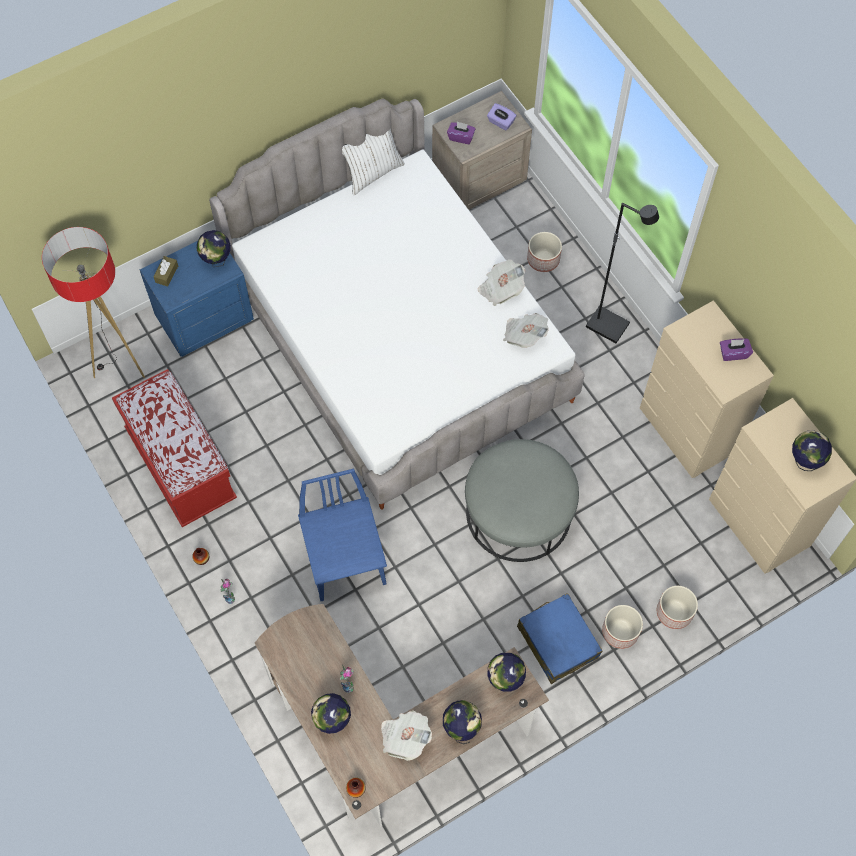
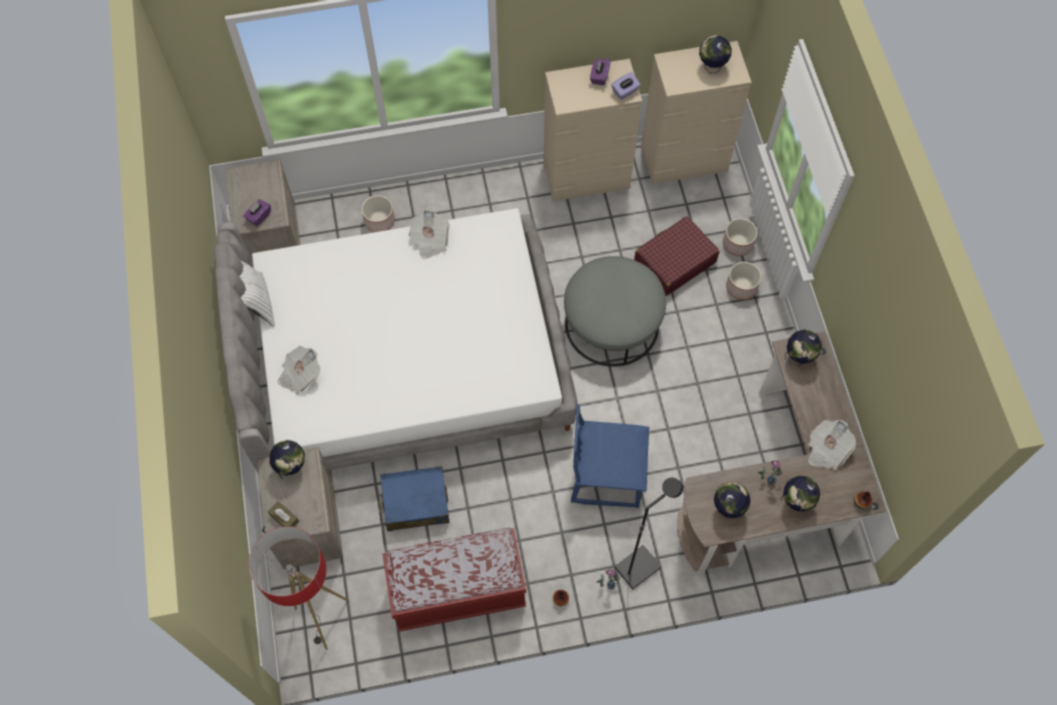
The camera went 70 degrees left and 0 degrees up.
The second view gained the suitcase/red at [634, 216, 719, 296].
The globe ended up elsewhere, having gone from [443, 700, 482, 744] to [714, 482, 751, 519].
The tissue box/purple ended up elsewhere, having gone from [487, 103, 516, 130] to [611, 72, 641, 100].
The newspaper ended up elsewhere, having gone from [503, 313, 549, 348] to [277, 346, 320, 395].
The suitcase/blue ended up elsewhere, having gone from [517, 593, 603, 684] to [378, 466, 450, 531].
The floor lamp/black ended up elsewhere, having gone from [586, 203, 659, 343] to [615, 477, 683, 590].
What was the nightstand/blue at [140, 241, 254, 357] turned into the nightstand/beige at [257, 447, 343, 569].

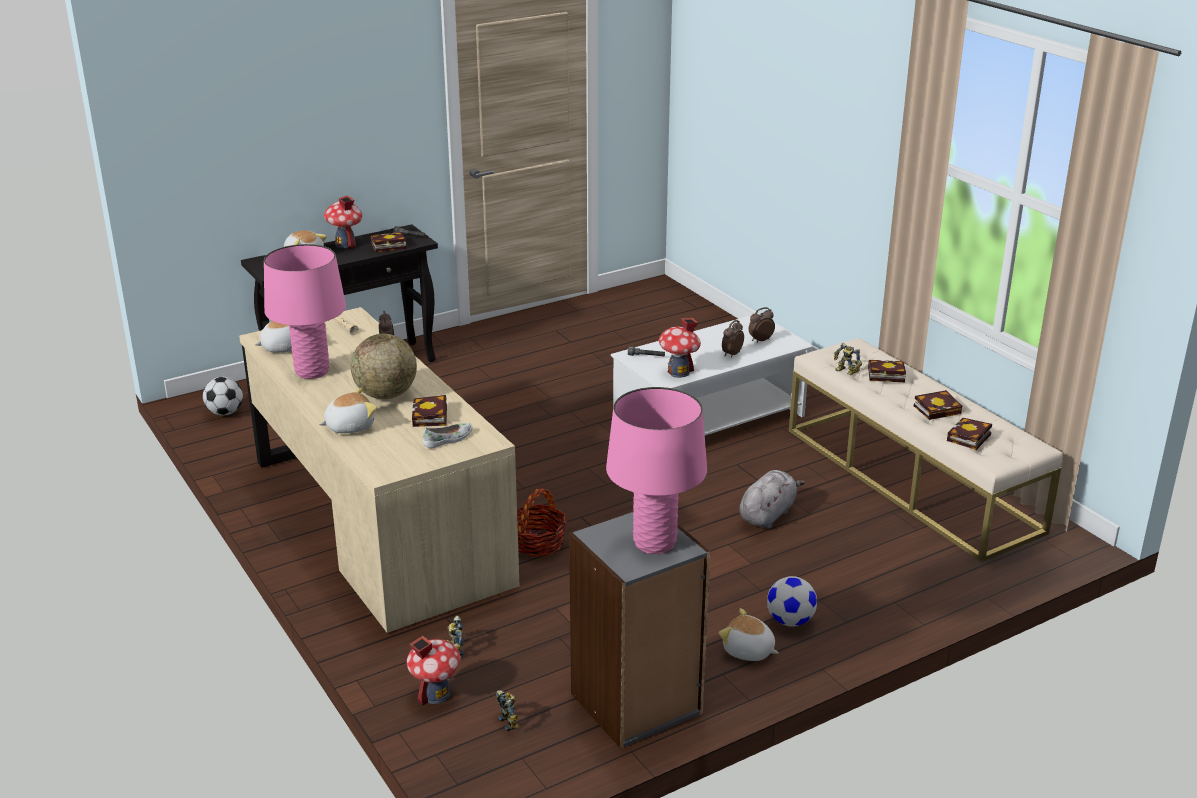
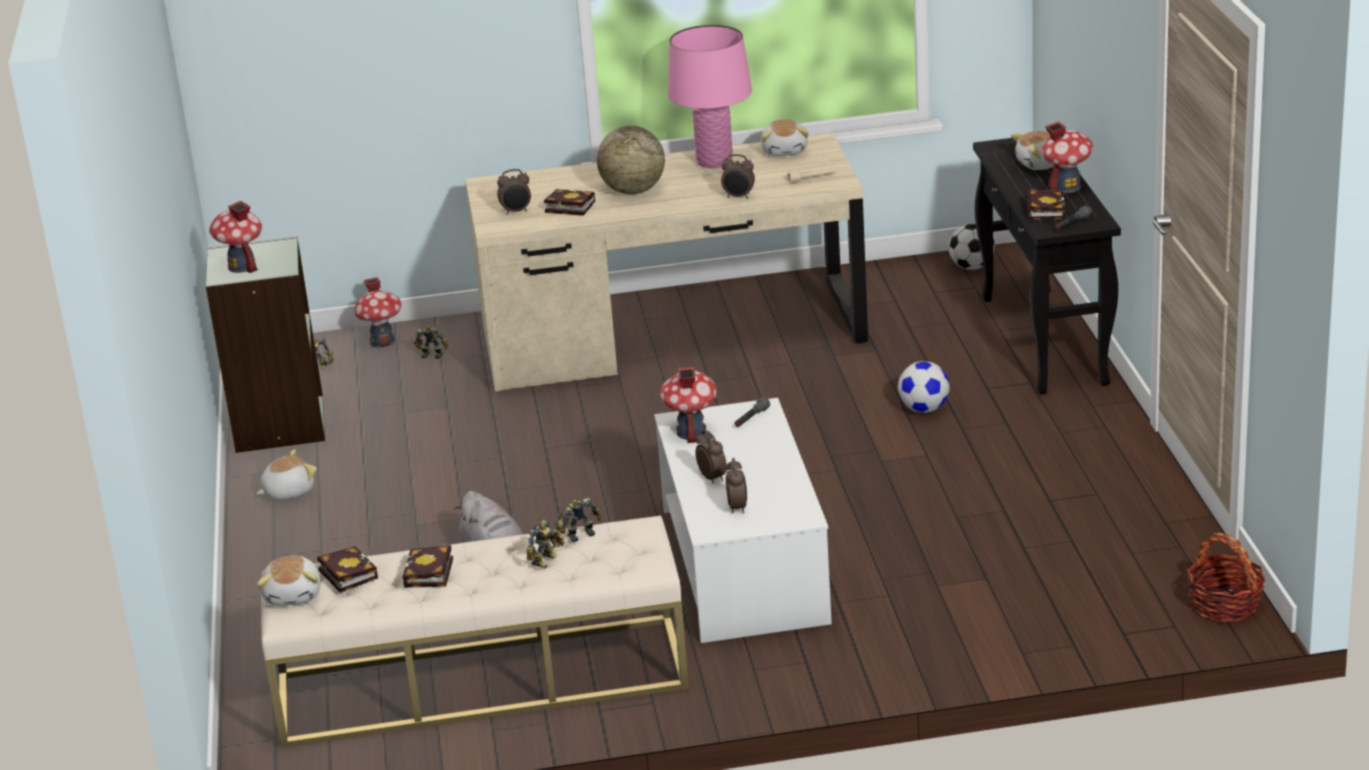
The camera went 115 degrees right and 0 degrees up.
The plush toy ended up elsewhere, having gone from [319, 388, 377, 433] to [257, 556, 321, 606].
The basket ended up elsewhere, having gone from [517, 488, 567, 557] to [1187, 533, 1266, 622].
The football ended up elsewhere, having gone from [767, 576, 817, 627] to [898, 361, 950, 413].
Where the shoe/white stood at [423, 423, 473, 448], the alarm clock came to stand at [497, 169, 531, 215].
Where the table lamp/pink stood at [606, 387, 707, 554], the toy house came to stand at [209, 201, 262, 273].
Where the book stood at [868, 360, 906, 382], the toy robot came to stand at [526, 520, 565, 568].
What was the bookcase/grey at [569, 512, 710, 749] turned into the bookcase/green at [206, 236, 325, 453].

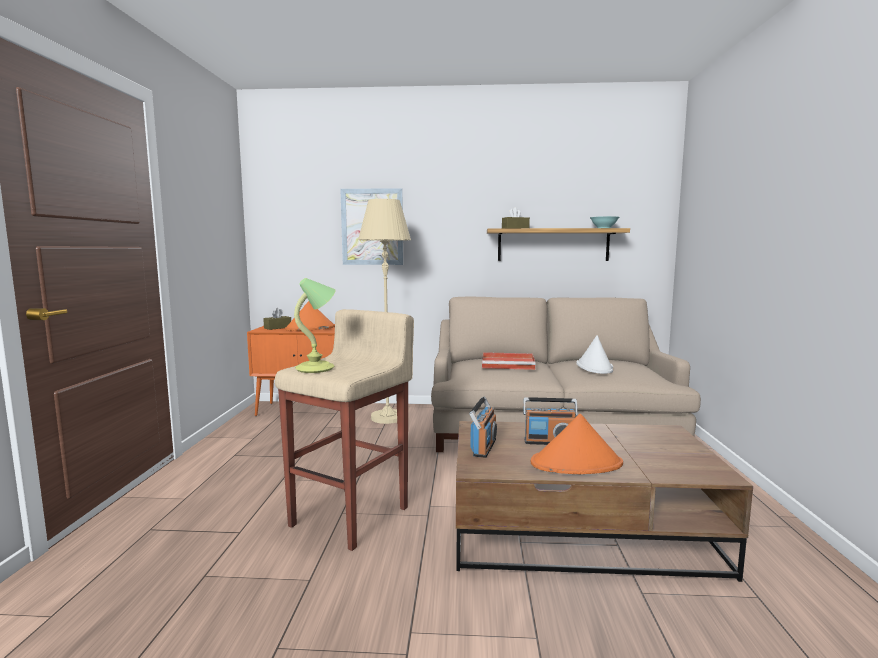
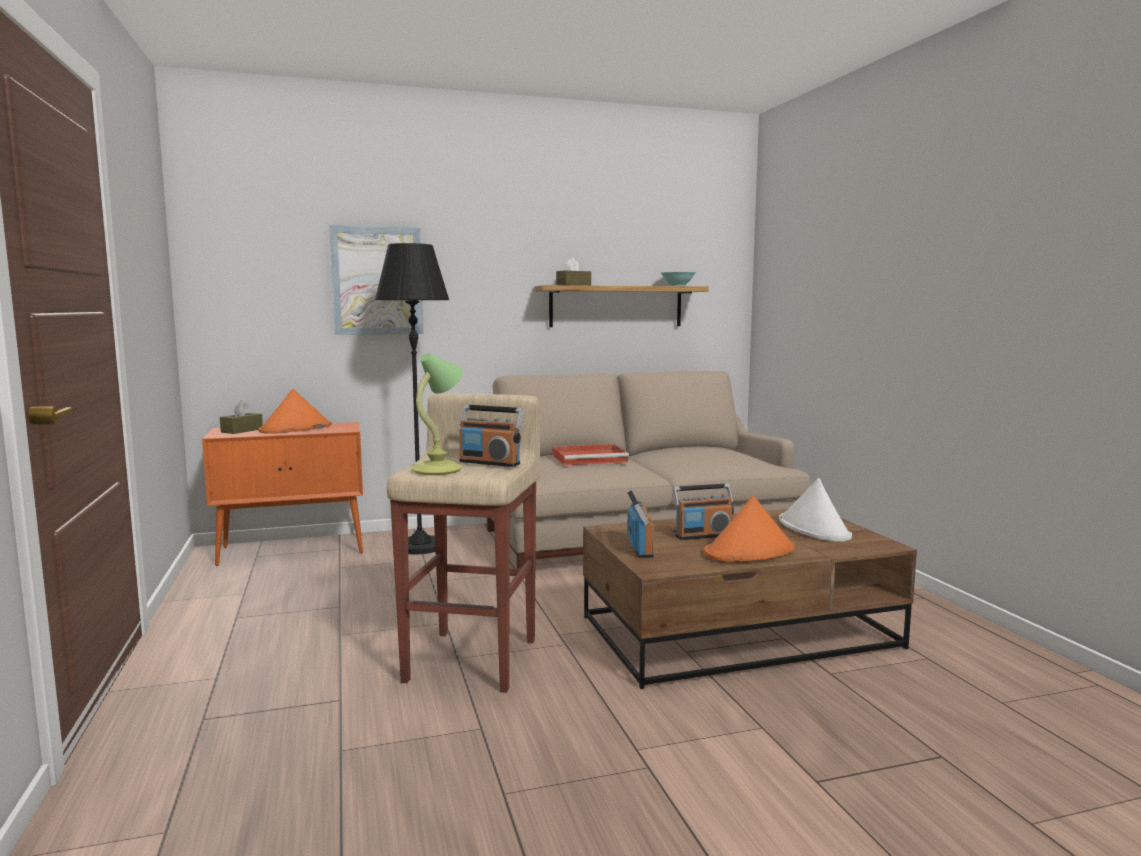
The camera went 20 degrees left and 0 degrees up.
The second view gained the radio at [459, 405, 524, 467].
The hat/white ended up elsewhere, having gone from [576, 335, 613, 374] to [779, 478, 852, 542].
What was the floor lamp/beige at [358, 199, 411, 424] turned into the floor lamp/black at [375, 243, 449, 554].

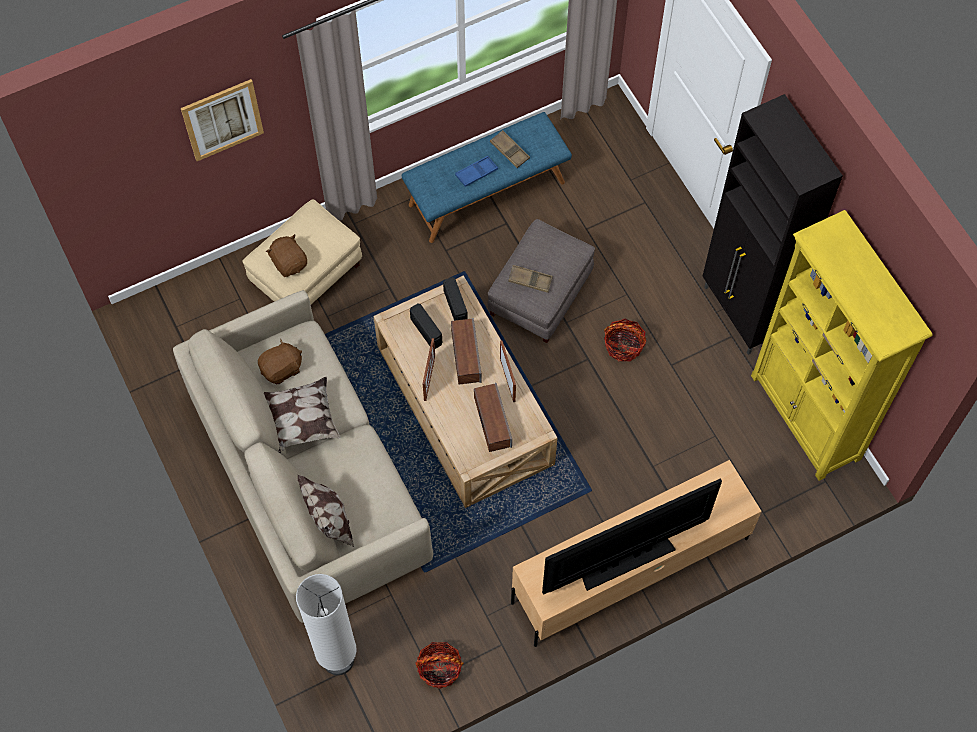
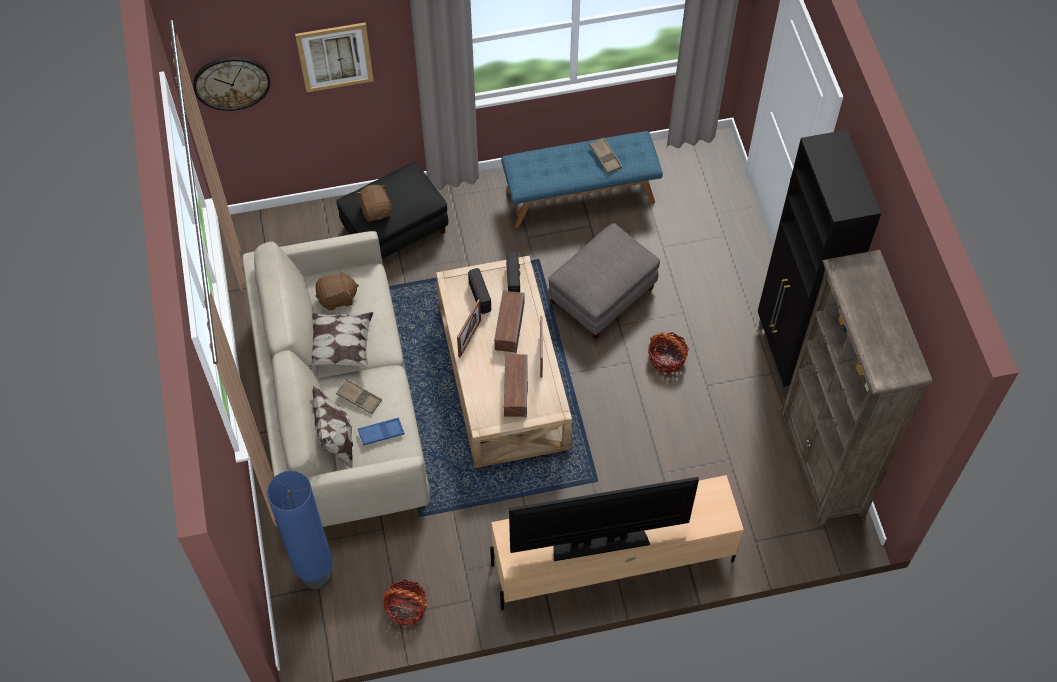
The camera went 15 degrees right and 5 degrees down.
The second view gained the wall clock at [193, 57, 270, 111].
The tray/blue ended up elsewhere, having gone from [455, 156, 498, 187] to [358, 418, 404, 446].
The tray/brown ended up elsewhere, having gone from [508, 265, 553, 293] to [336, 379, 382, 414].
What was the ottoman/beige at [242, 199, 362, 304] turned into the ottoman/black at [336, 162, 448, 259].
What was the floor lamp/white at [296, 574, 357, 675] turned into the floor lamp/blue at [267, 471, 332, 590].
What was the bookcase/yellow at [751, 210, 933, 481] turned into the bookcase/brown at [780, 250, 933, 525].

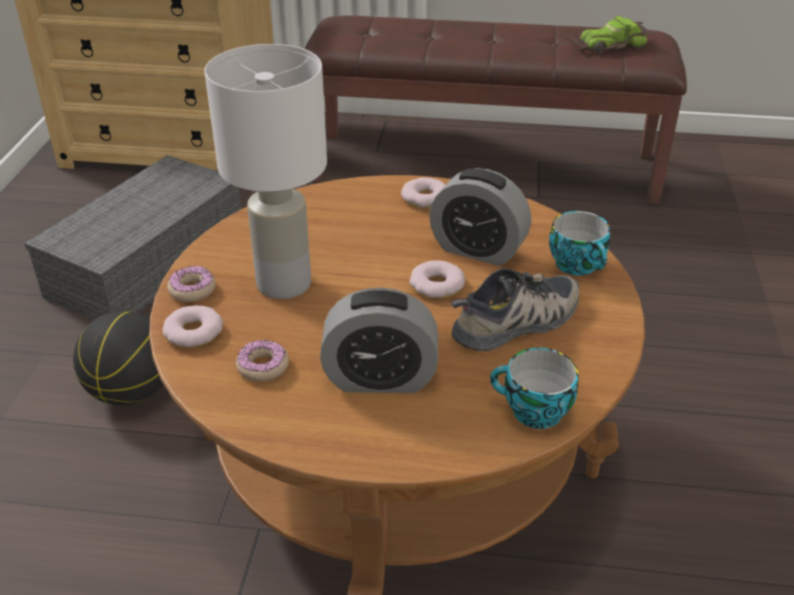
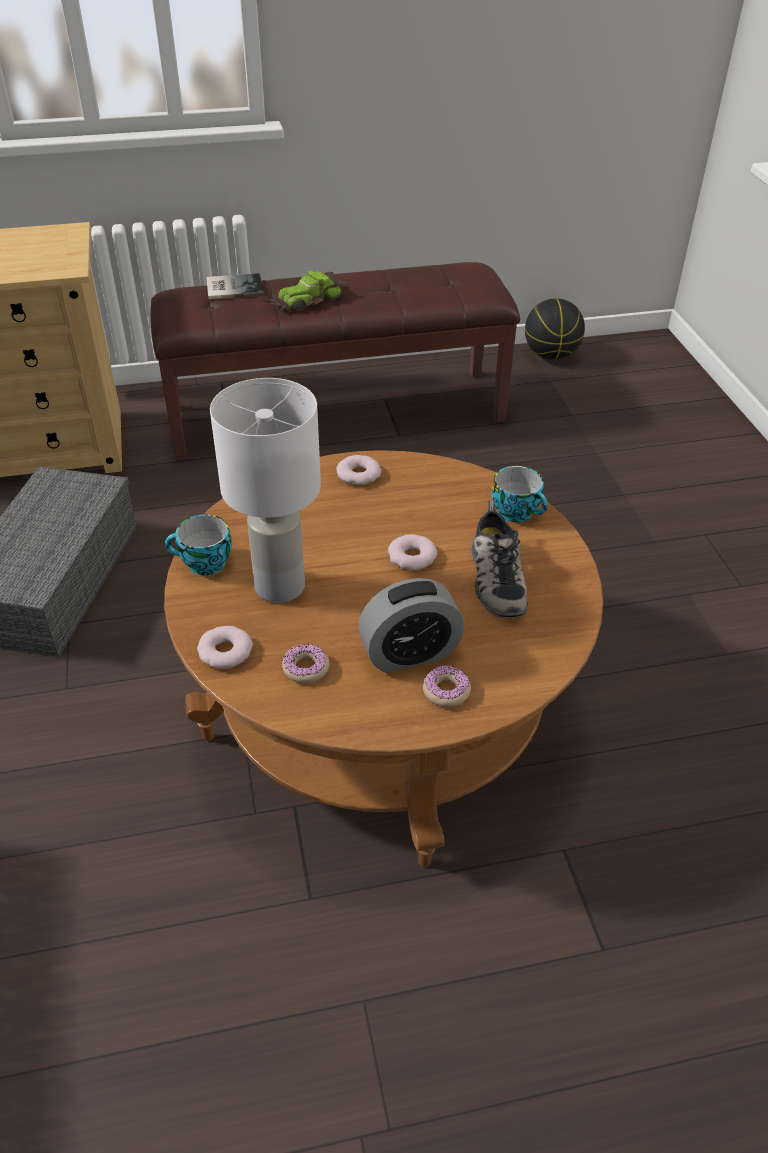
The camera went 20 degrees left and 5 degrees up.
The second view lost the alarm clock at [429, 168, 531, 266].
The second view gained the book at [206, 273, 264, 299].
The basketball ended up elsewhere, having gone from [73, 311, 163, 406] to [525, 298, 585, 359].
The donut ended up elsewhere, having gone from [167, 266, 216, 302] to [423, 665, 471, 707].
The cup ended up elsewhere, having gone from [490, 348, 579, 429] to [165, 514, 232, 575].
The toy car ended up elsewhere, having gone from [565, 16, 656, 54] to [264, 270, 347, 311].
The shoe at [451, 268, 580, 351] ended up facing another way, 135 degrees clockwise from before.

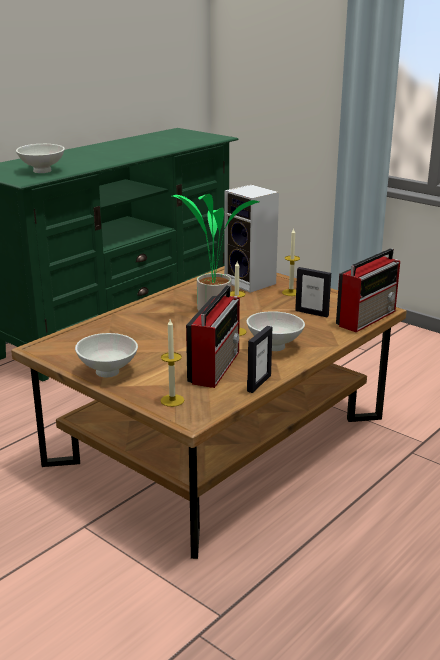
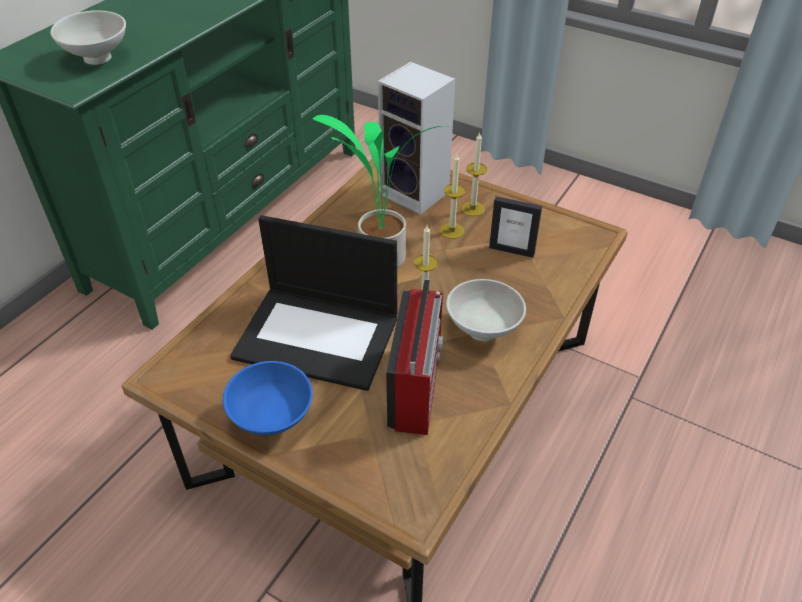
The camera went 10 degrees left and 20 degrees up.
The second view lost the picture frame at [247, 326, 272, 393].
The second view lost the radio at [336, 248, 400, 332].
The second view gained the laptop at [230, 215, 397, 391].
The candle ended up elsewhere, having gone from [161, 319, 184, 407] to [440, 154, 465, 239].
What was the bowl/white at [75, 333, 138, 377] turned into the bowl/blue at [223, 361, 313, 435].

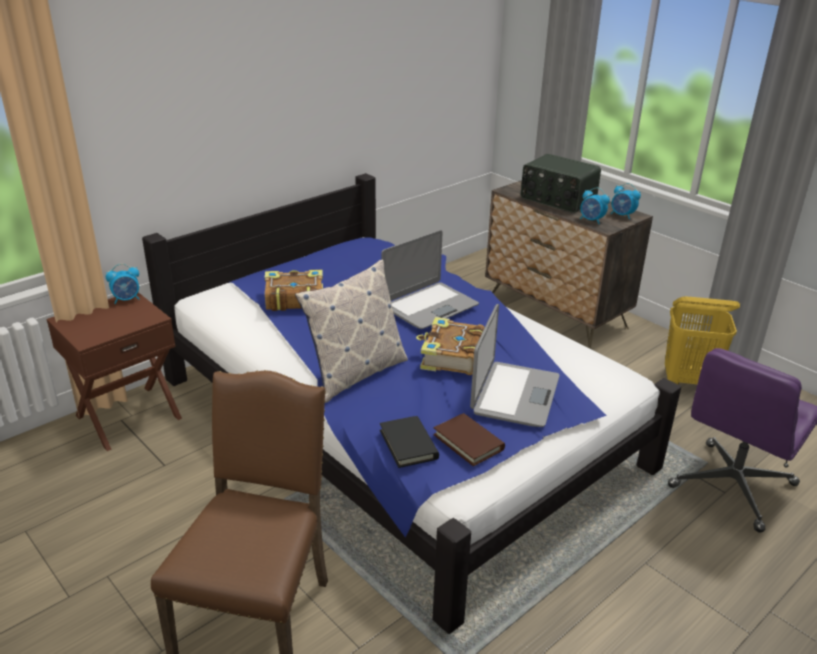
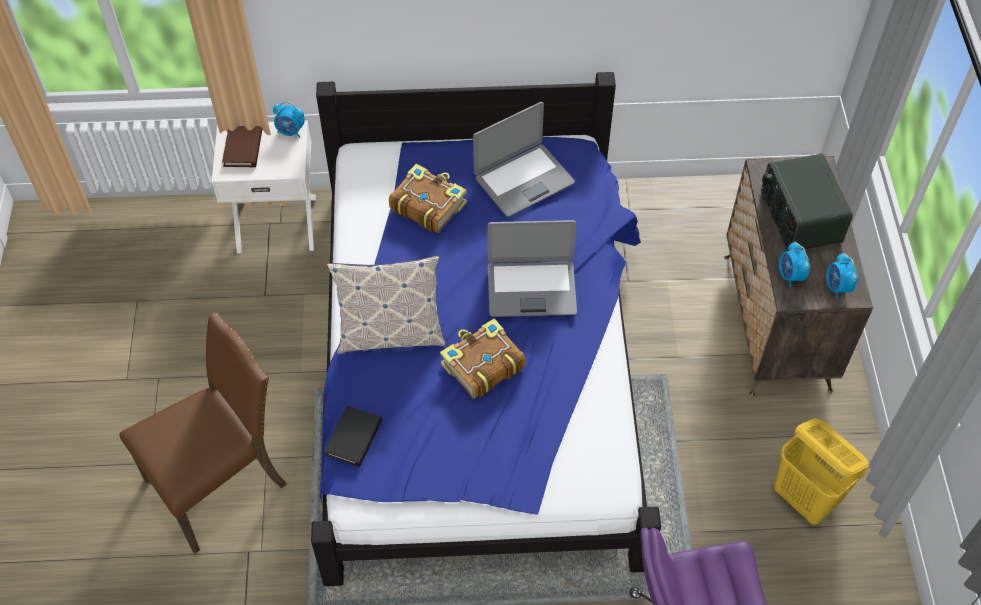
The camera went 40 degrees right and 25 degrees up.
The book/brown ended up elsewhere, having gone from [433, 413, 505, 467] to [222, 126, 262, 167].
The laptop ended up elsewhere, having gone from [470, 304, 560, 427] to [473, 102, 575, 217].
What was the nightstand/brown at [46, 292, 182, 451] turned into the nightstand/white at [212, 121, 316, 253].

